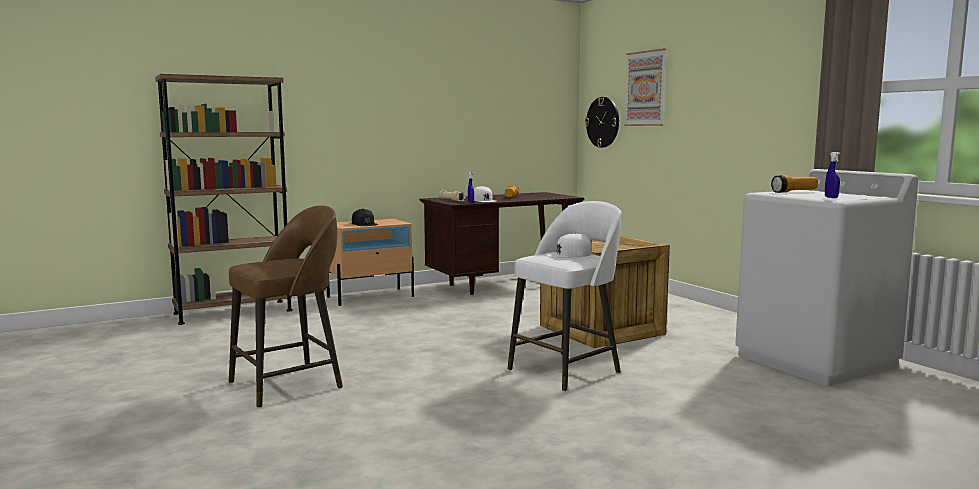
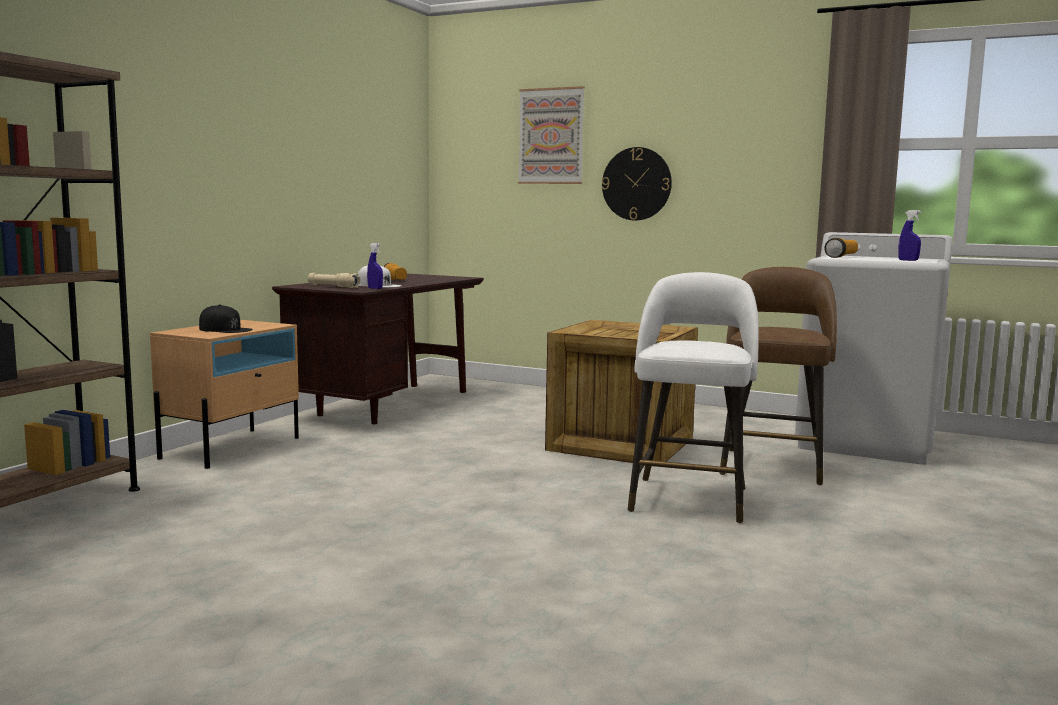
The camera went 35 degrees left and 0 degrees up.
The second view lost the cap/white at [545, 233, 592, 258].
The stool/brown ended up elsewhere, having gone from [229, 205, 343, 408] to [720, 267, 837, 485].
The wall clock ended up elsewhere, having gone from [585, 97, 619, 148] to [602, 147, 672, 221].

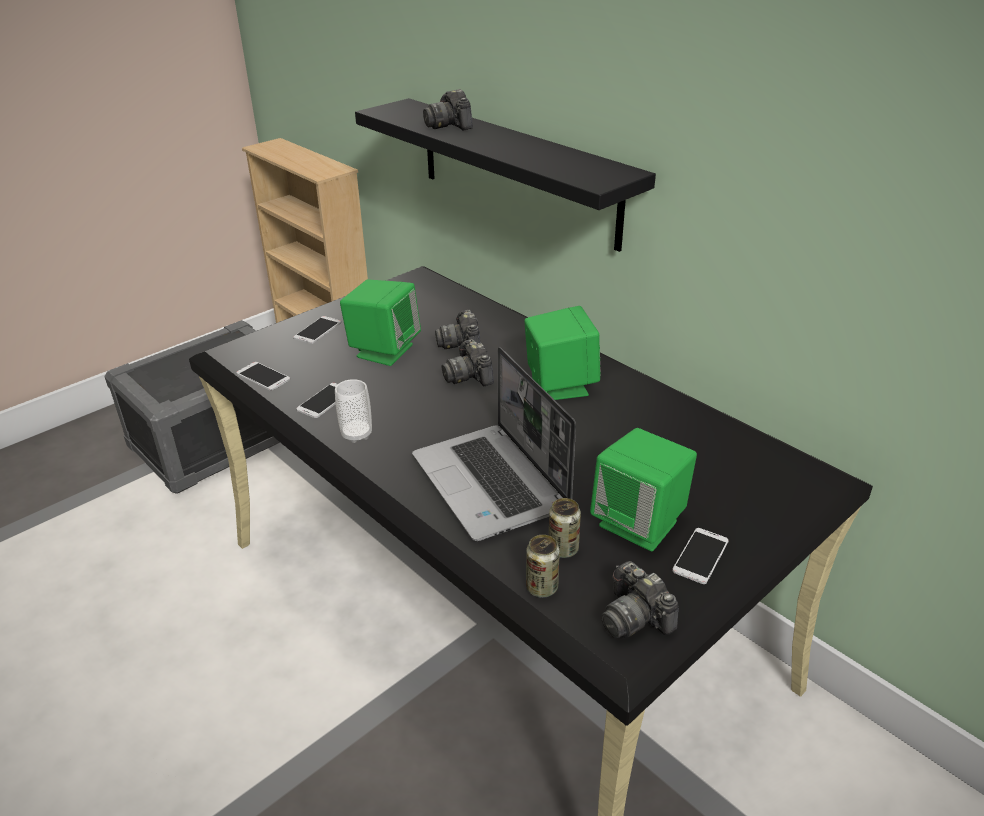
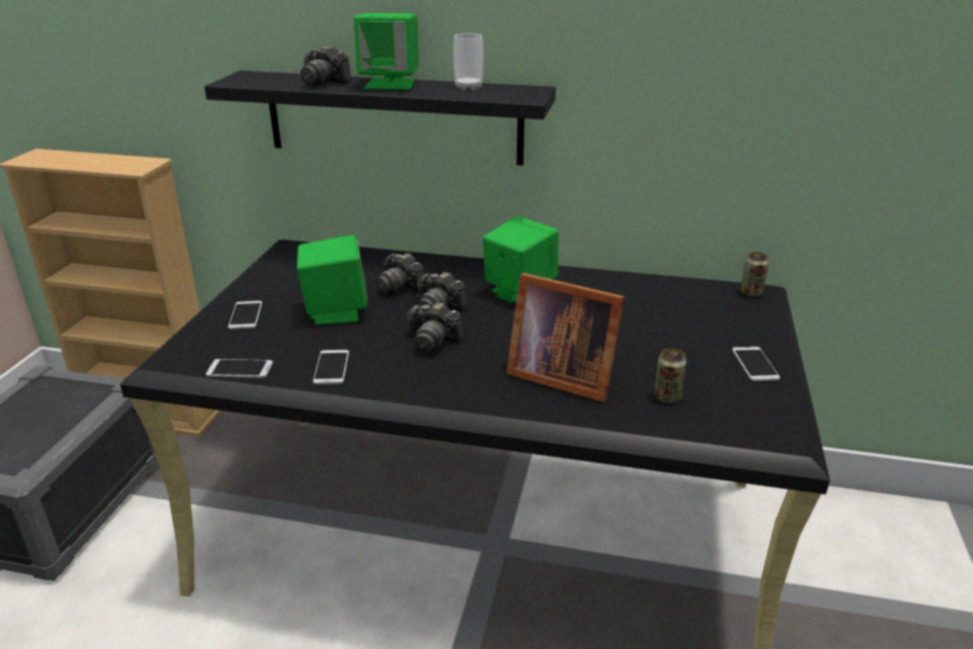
The camera went 35 degrees left and 5 degrees down.
The cup ended up elsewhere, having gone from [335, 379, 372, 443] to [453, 33, 483, 90].
The can ended up elsewhere, having gone from [526, 535, 560, 598] to [741, 252, 769, 297].
The speaker/green ended up elsewhere, having gone from [590, 428, 697, 551] to [354, 13, 419, 90].
The photo camera ended up elsewhere, having gone from [601, 561, 679, 638] to [407, 302, 463, 353].
Where the laptop stood at [412, 347, 576, 541], the picture frame came to stand at [506, 273, 624, 402].

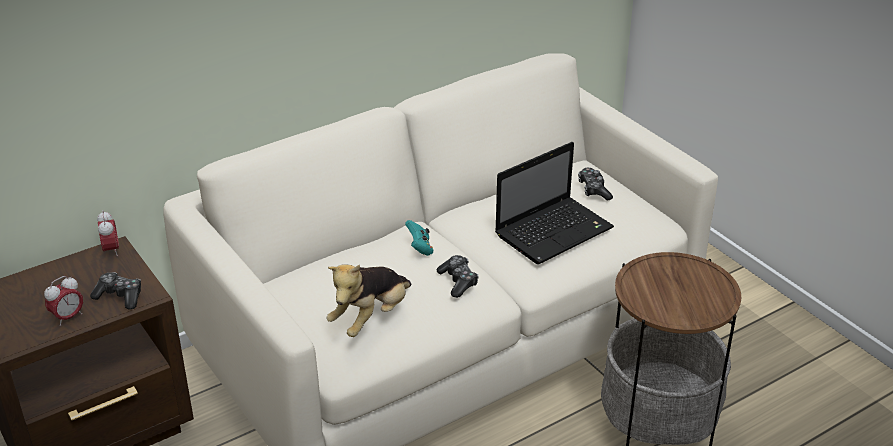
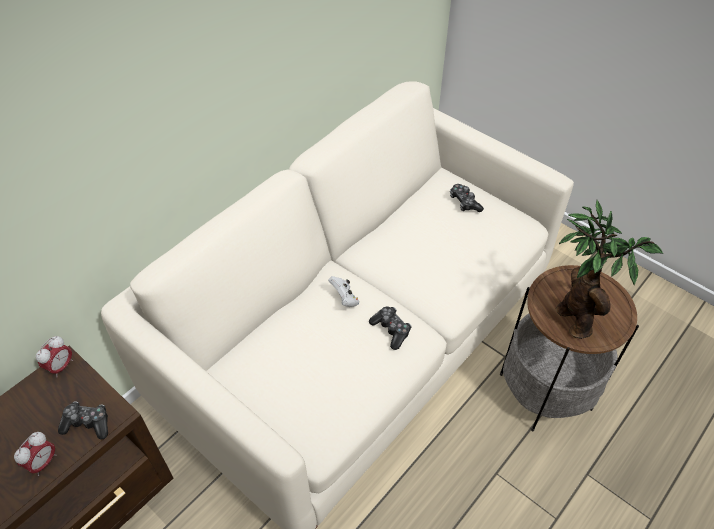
The camera went 15 degrees left and 15 degrees up.
The second view lost the plush toy at [327, 264, 411, 337].
The second view lost the laptop at [495, 142, 614, 264].
The second view gained the potted plant at [556, 200, 663, 339].
What was the game controller/turquoise at [405, 220, 434, 256] turned into the game controller/white at [328, 276, 359, 307].
The alarm clock at [97, 210, 119, 256] ended up facing another way, 60 degrees clockwise from before.

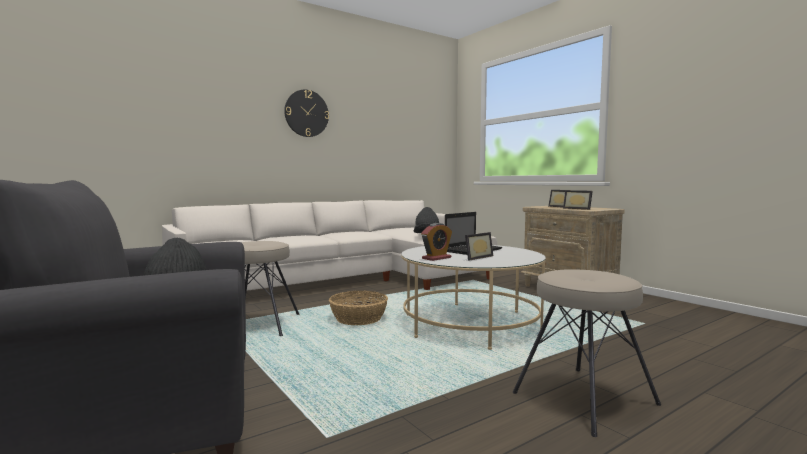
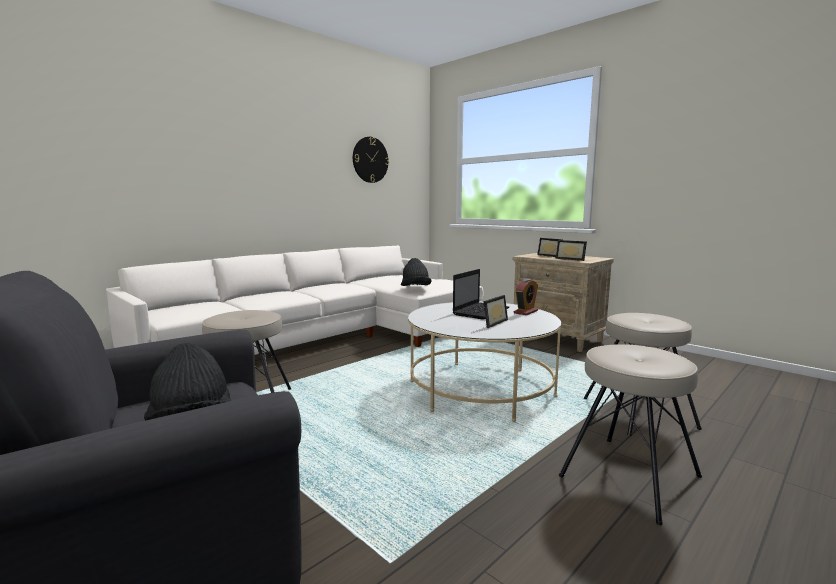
The camera went 10 degrees left and 5 degrees up.
The second view lost the basket at [329, 291, 388, 325].
The second view gained the stool/beige at [584, 313, 702, 436].
The wall clock ended up elsewhere, having gone from [284, 89, 329, 137] to [353, 137, 389, 183].
The alarm clock ended up elsewhere, having gone from [421, 223, 452, 261] to [514, 278, 538, 315].

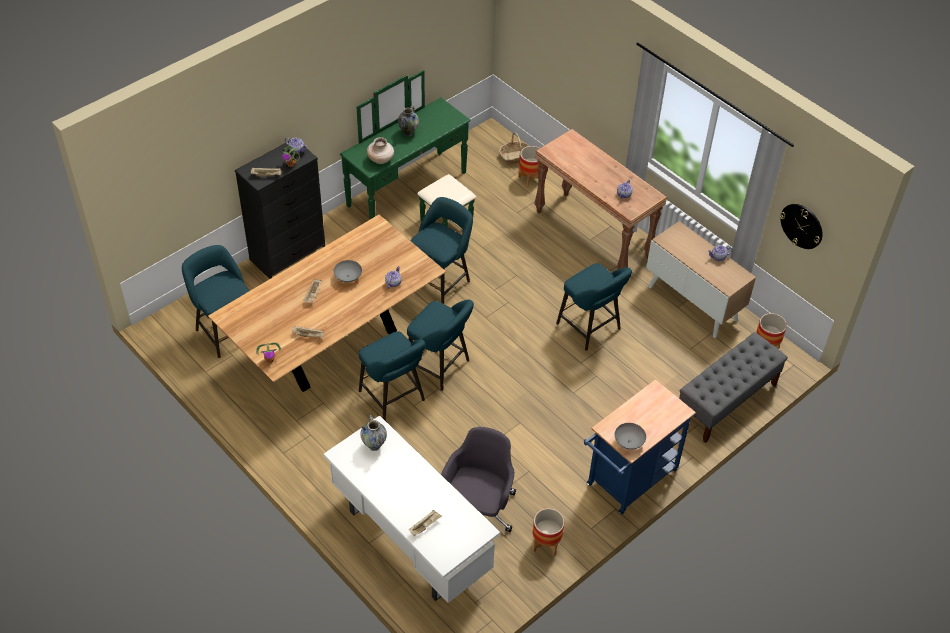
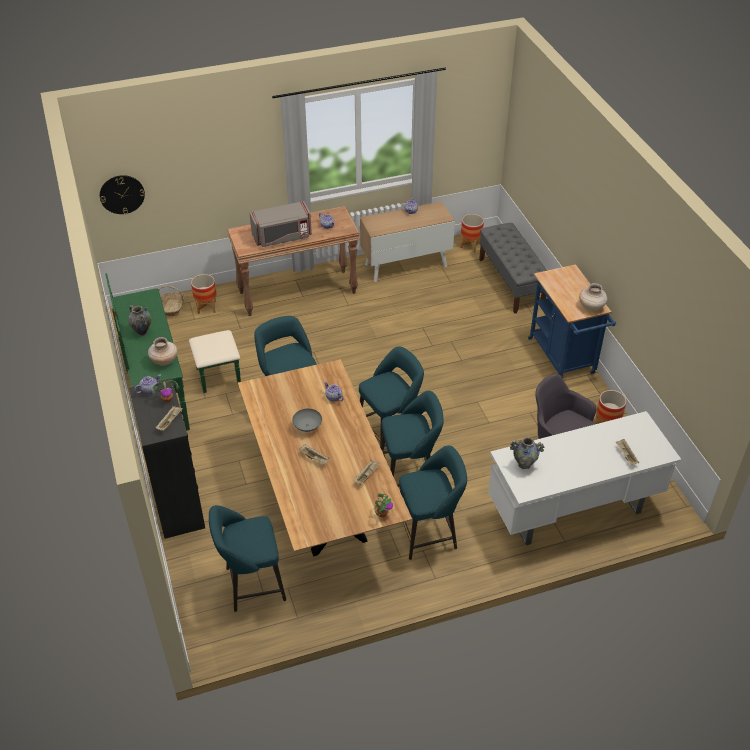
The camera went 65 degrees left and 5 degrees down.
The second view gained the microwave/grey at [249, 201, 312, 247].
The stool/turquoise ended up elsewhere, having gone from [556, 263, 632, 351] to [399, 446, 467, 560].
The wall clock ended up elsewhere, having gone from [780, 204, 823, 249] to [100, 175, 145, 214].
Where the bowl/grey stood at [615, 423, 646, 450], the vase/beige came to stand at [579, 283, 607, 311].

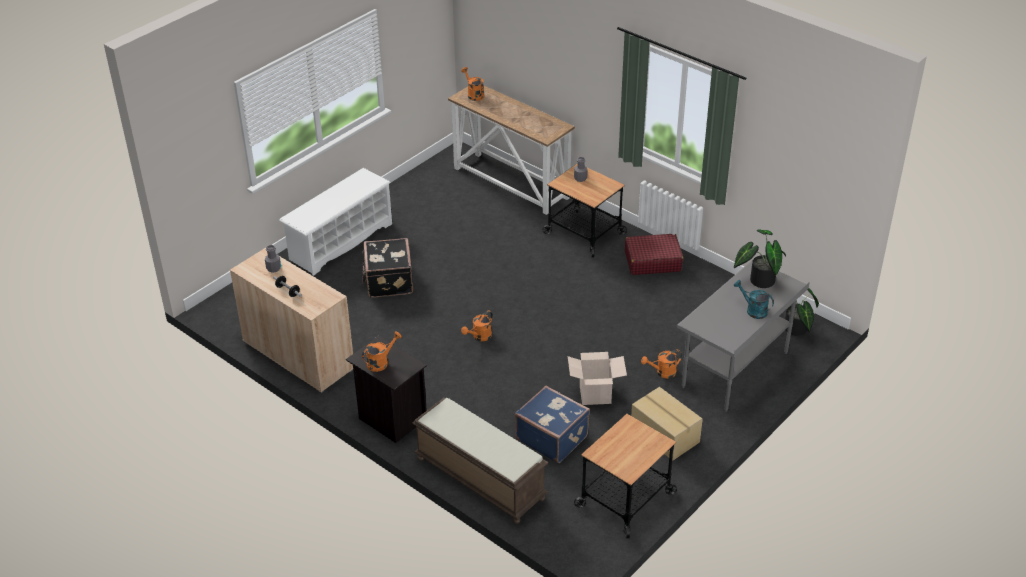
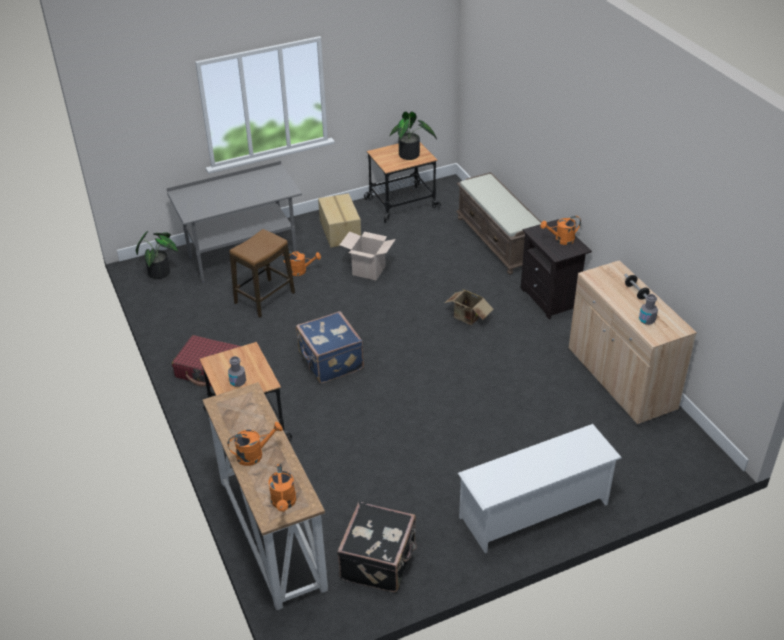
The camera went 155 degrees left and 0 degrees up.
The second view lost the watering can/turquoise at [734, 280, 774, 319].
The second view gained the stool at [229, 229, 295, 317].
The second view gained the cardboard box at [445, 289, 494, 325].
The suitcase/black ended up elsewhere, having gone from [362, 238, 413, 297] to [337, 502, 417, 592].
The watering can/orange ended up elsewhere, having gone from [461, 311, 493, 341] to [227, 422, 283, 466].
The suitcase/blue ended up elsewhere, having gone from [515, 385, 590, 463] to [296, 311, 364, 383].
The potted plant ended up elsewhere, having gone from [734, 230, 786, 288] to [390, 112, 437, 160].

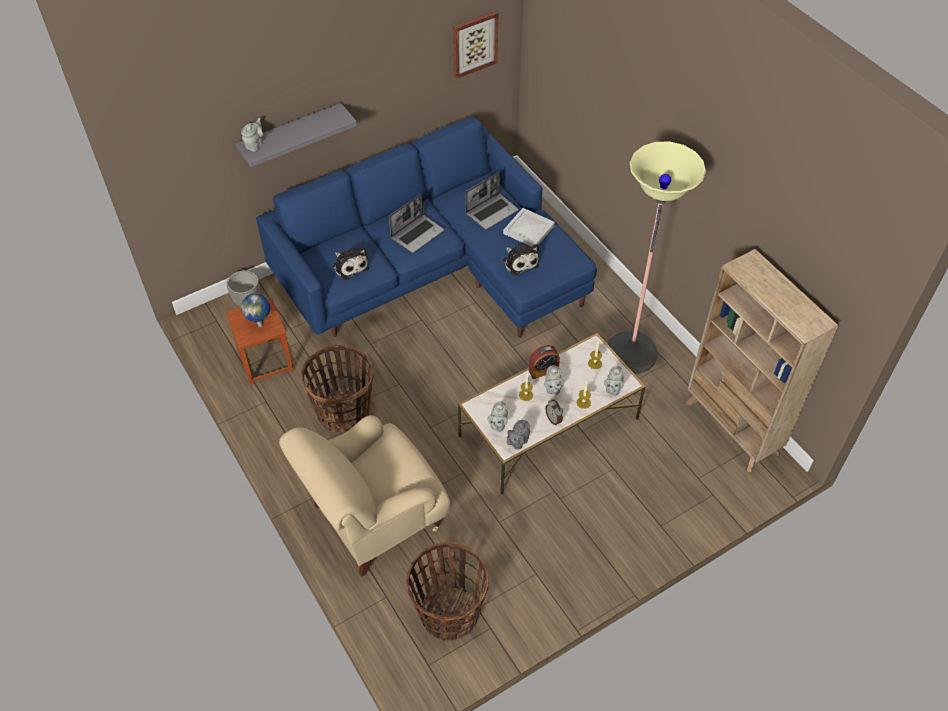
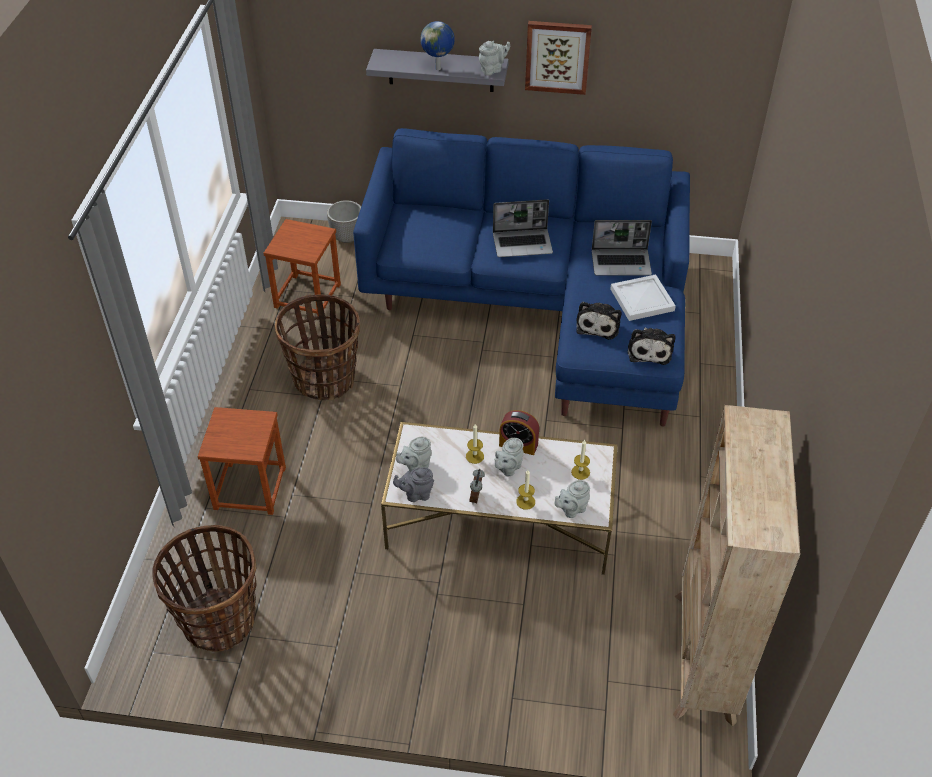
The camera went 40 degrees right and 5 degrees down.
The second view lost the floor lamp at [607, 142, 706, 374].
The teapot/grey ended up elsewhere, having gone from [241, 118, 263, 152] to [479, 41, 510, 75].
The globe ended up elsewhere, having gone from [241, 293, 270, 327] to [420, 21, 455, 70].
The plush toy ended up elsewhere, having gone from [333, 247, 369, 280] to [628, 327, 675, 365].
The picture ended up elsewhere, having gone from [453, 11, 498, 79] to [525, 21, 592, 95].
Where the armchair/beige stood at [279, 415, 451, 576], the stool/brown came to stand at [198, 407, 286, 515].

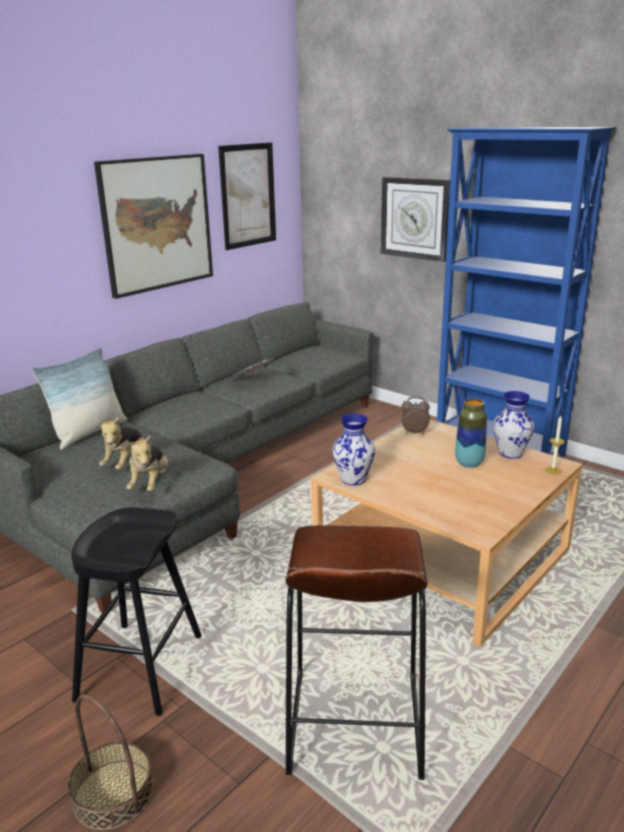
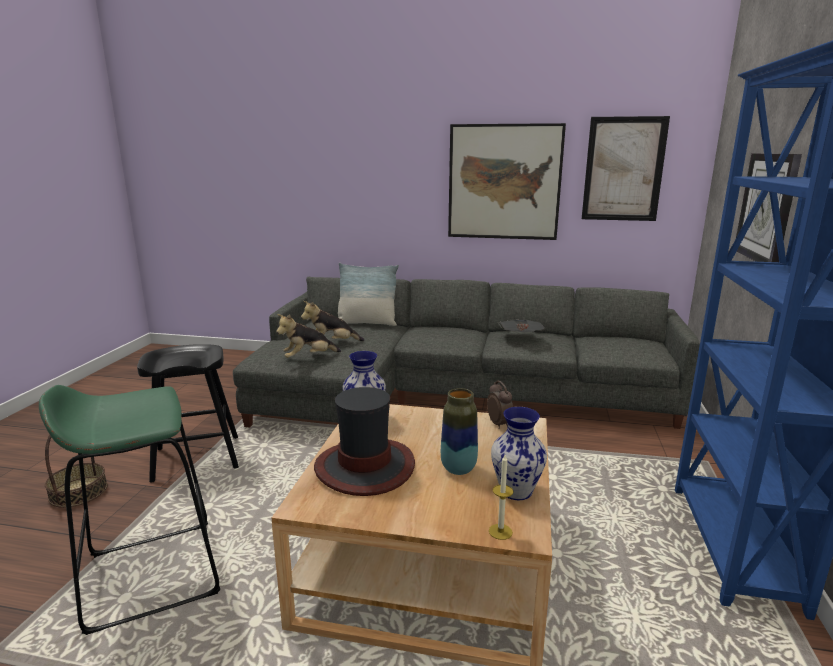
The camera went 60 degrees right and 5 degrees down.
The second view gained the hat at [314, 387, 415, 496].
What was the stool/brown at [285, 525, 428, 780] turned into the stool/green at [39, 385, 220, 635].

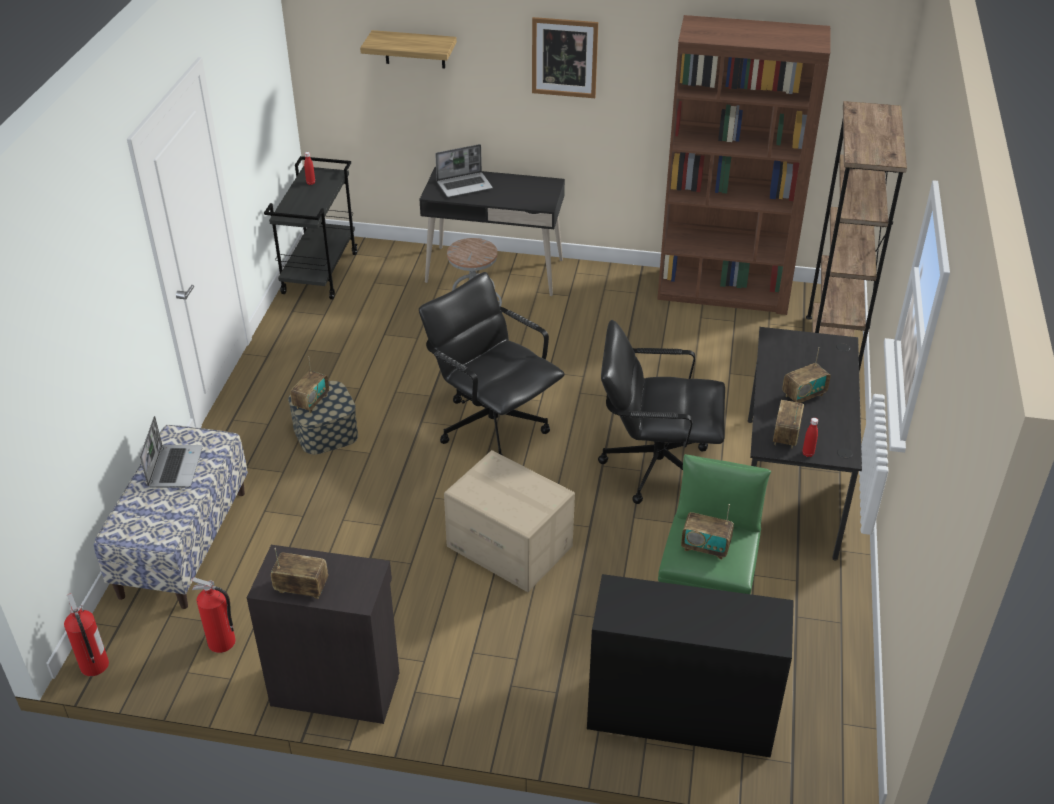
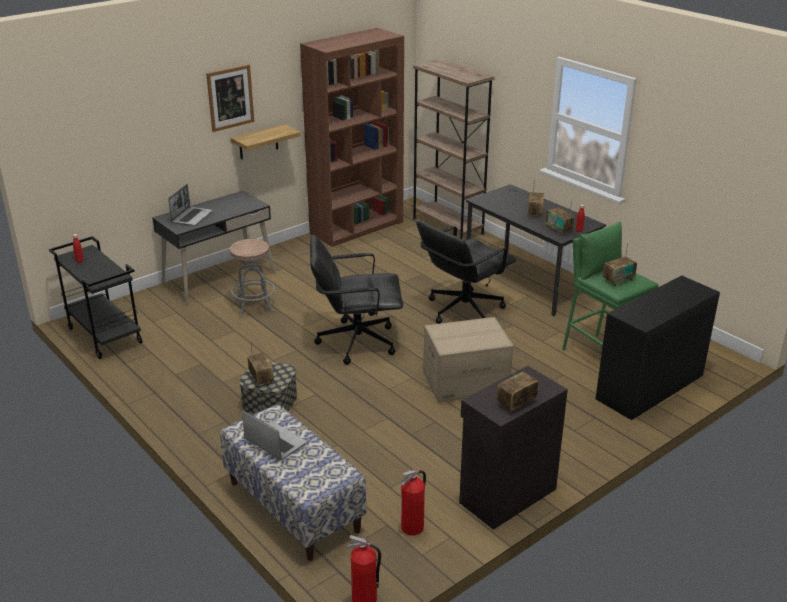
The camera went 50 degrees left and 10 degrees down.
The shelf ended up elsewhere, having gone from [360, 30, 457, 68] to [231, 124, 301, 159].

